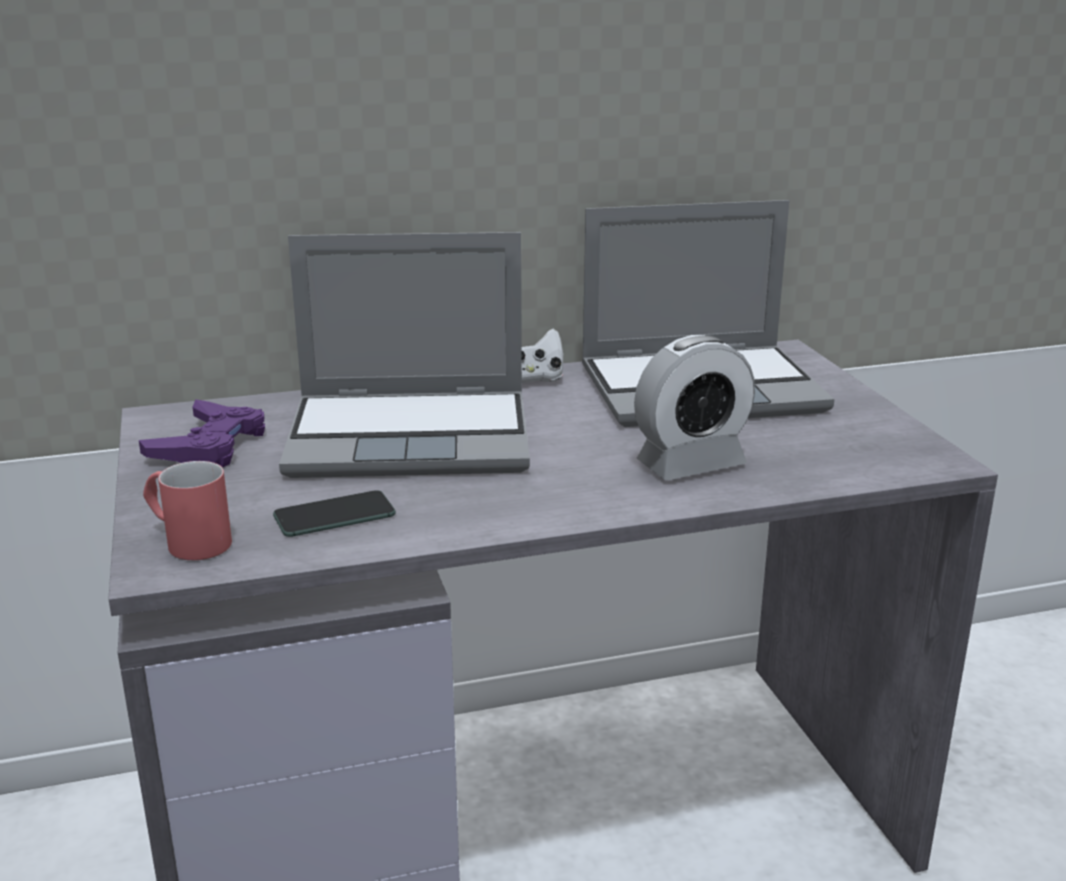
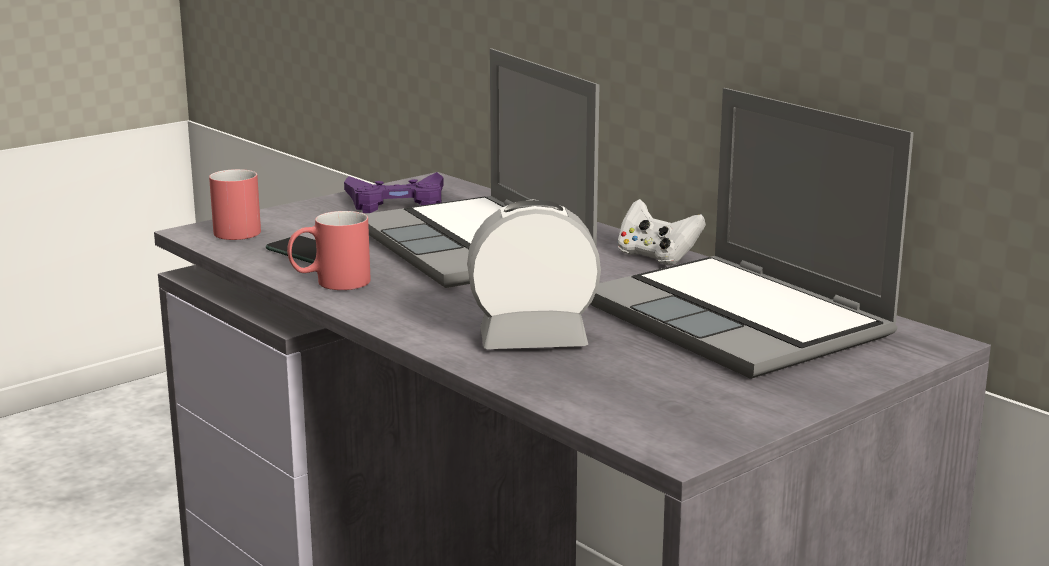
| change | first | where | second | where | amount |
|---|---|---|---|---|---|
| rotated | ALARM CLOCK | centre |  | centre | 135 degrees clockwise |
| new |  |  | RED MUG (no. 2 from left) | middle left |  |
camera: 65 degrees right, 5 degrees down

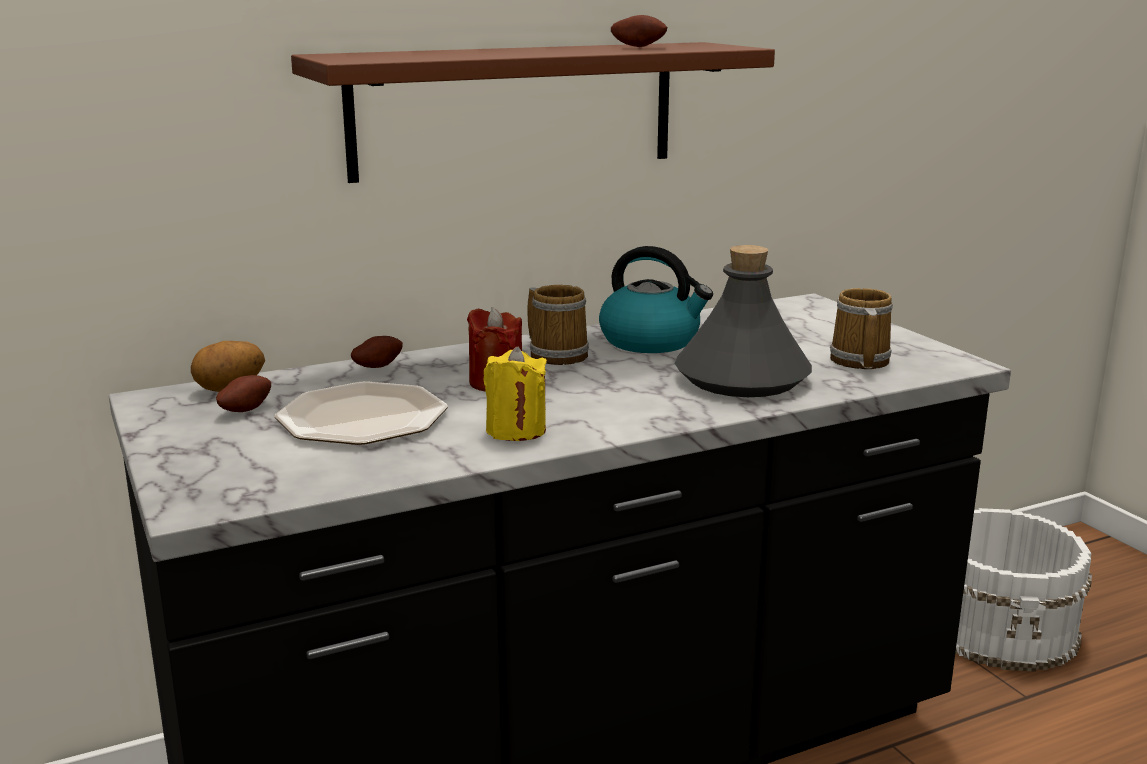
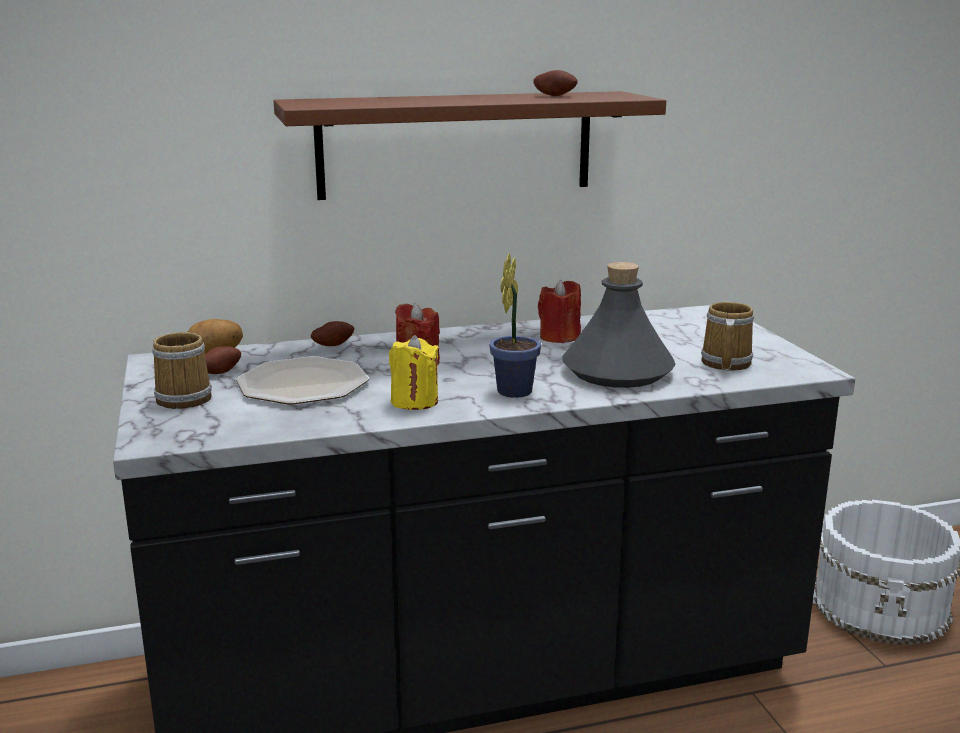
| change | first | where | second | where | amount |
|---|---|---|---|---|---|
| swapped | KETTLE | centre | RED CANDLE (no. 2 from left) | centre |  |
| shifted | MUG (no. 1 from left) | centre |  | middle left |  |
| new |  |  | POTTED PLANT | centre |  |
camera: 10 degrees right, 0 degrees up

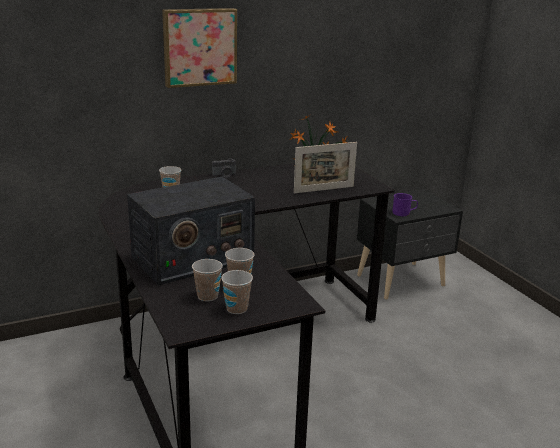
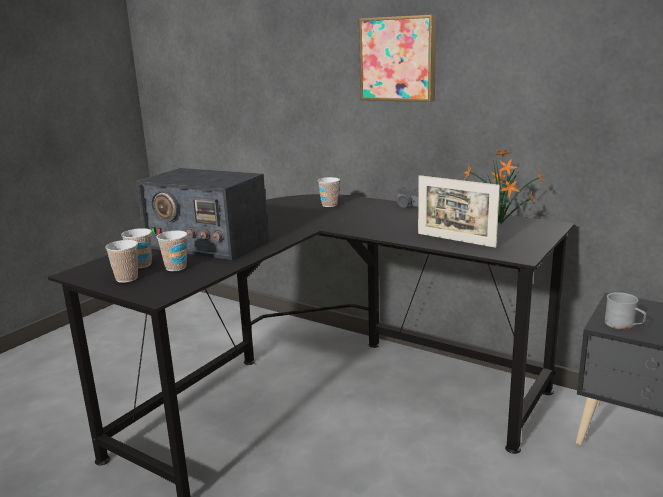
| change | first | where | second | where | amount |
|---|---|---|---|---|---|
| repainted | PURPLE MUG | middle right | GREY MUG | middle right |  |
camera: 60 degrees right, 5 degrees down

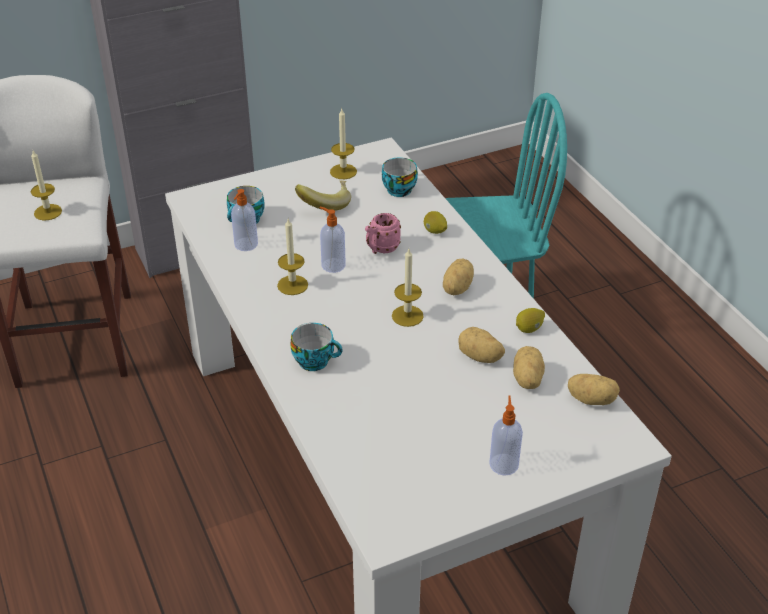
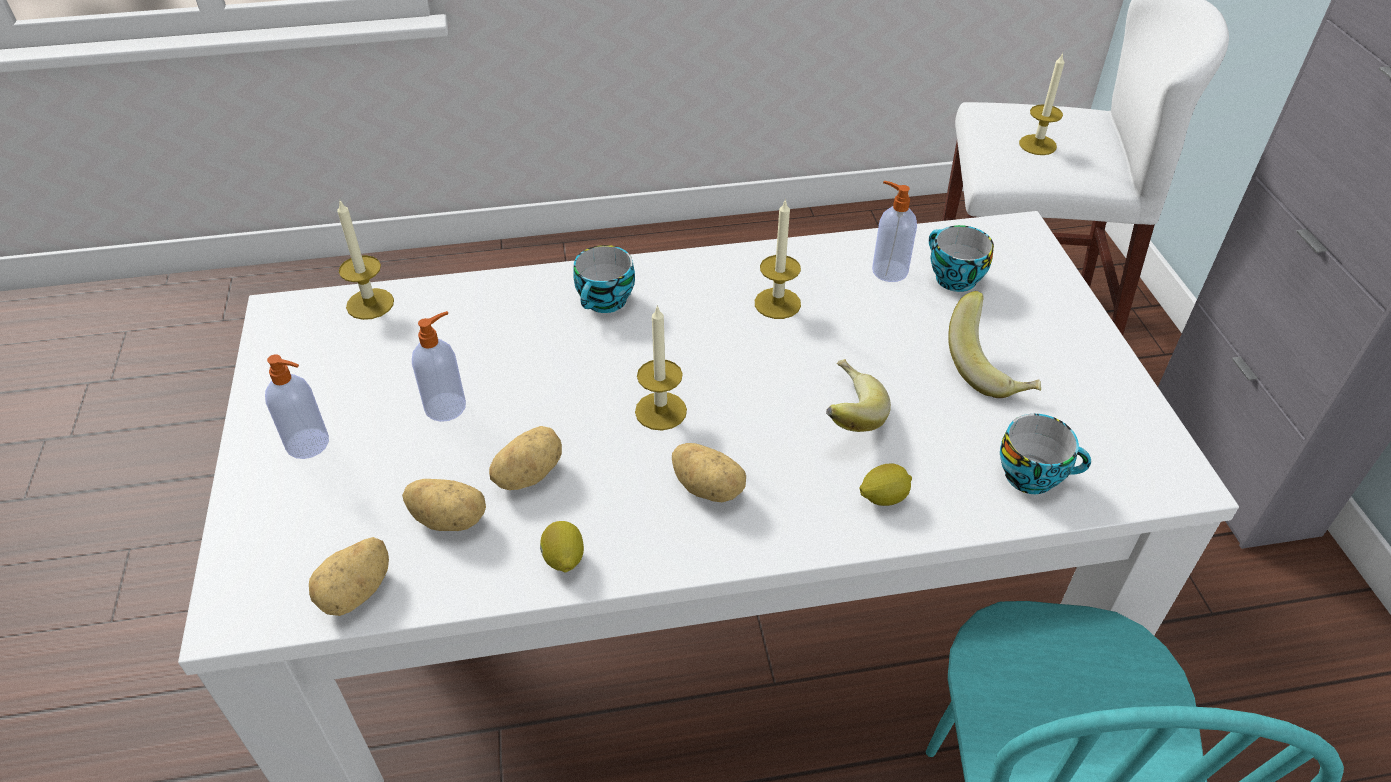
| change | first | where | second | where | amount |
|---|---|---|---|---|---|
| shifted | CANDLE (no. 3 from left in the first image) | top centre | CANDLE (no. 1 from left) | top left |  |
| shifted | SOAP DISPENSER (no. 2 from left) | centre |  | middle left |  |
| swapped | PINK MUG | centre | BANANA (no. 1 from left) | centre |  |
camera: 105 degrees right, 5 degrees up

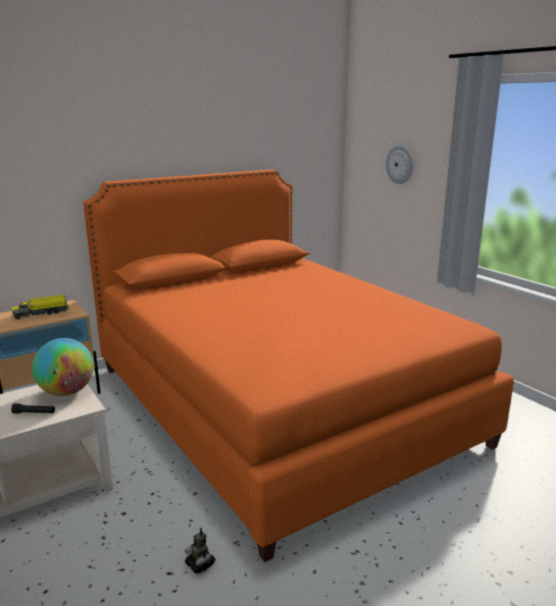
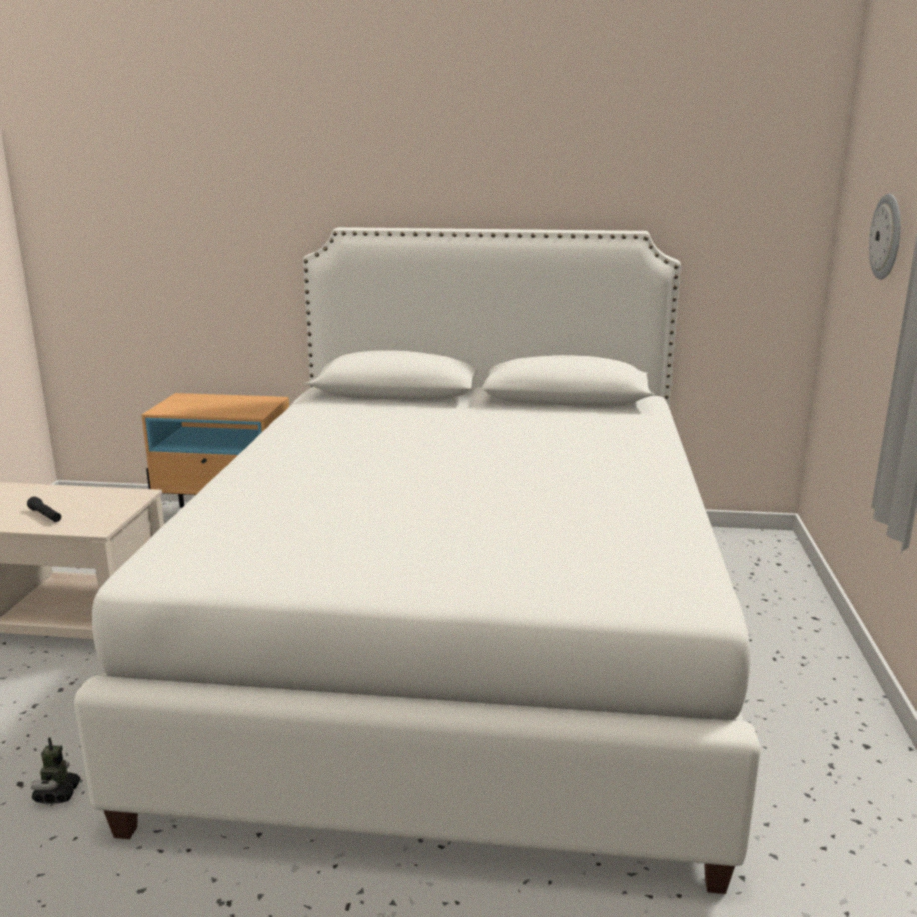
| change | first | where | second | where | amount |
|---|---|---|---|---|---|
| repainted | ORANGE BED | centre | WHITE BED | centre |  |
| gone | TOY TRUCK | middle left |  |  |  |
| gone | GLOBE | middle left |  |  |  |
camera: 40 degrees right, 0 degrees up

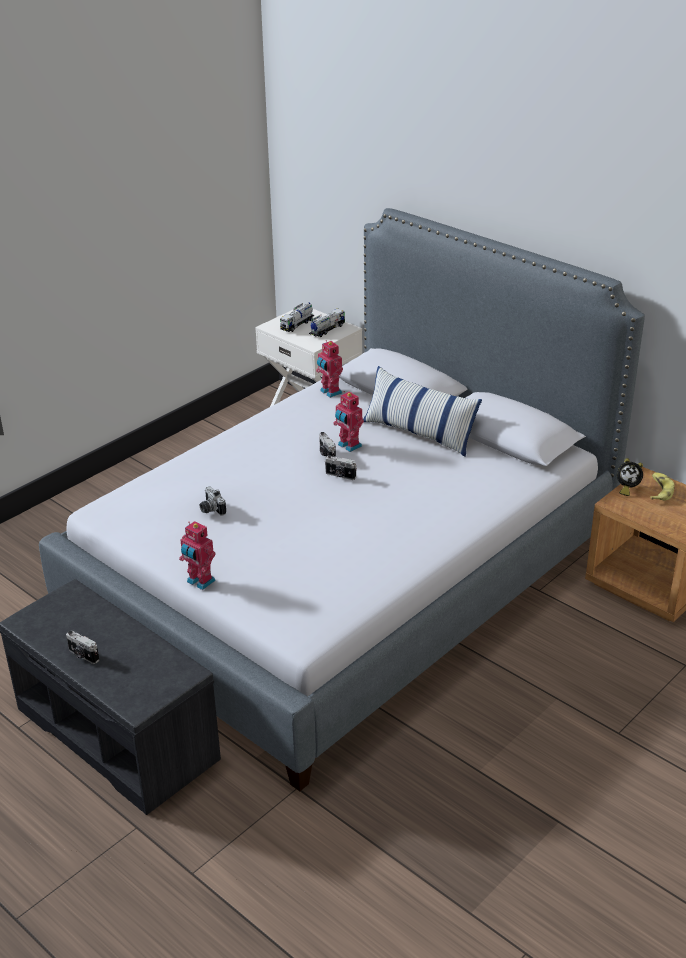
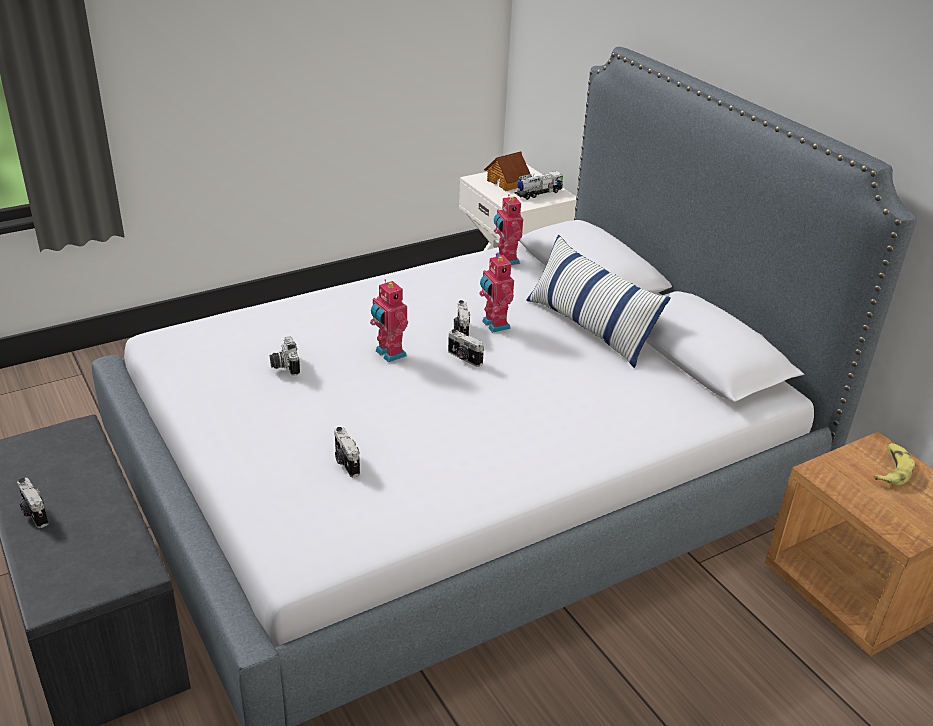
| change | first | where | second | where | amount |
|---|---|---|---|---|---|
| swapped | TOY TRUCK (no. 1 from left) | top centre | TOY HOUSE | top centre |  |
| gone | ALARM CLOCK | middle right |  |  |  |
| shifted | TOY ROBOT (no. 1 from left) | middle left |  | centre |  |
| new |  |  | PHOTO CAMERA (no. 3 from left) | centre |  |
camera: 15 degrees right, 0 degrees up

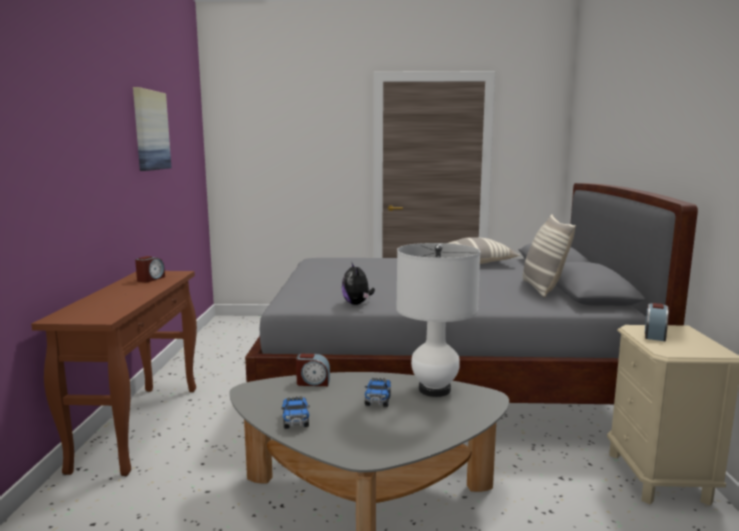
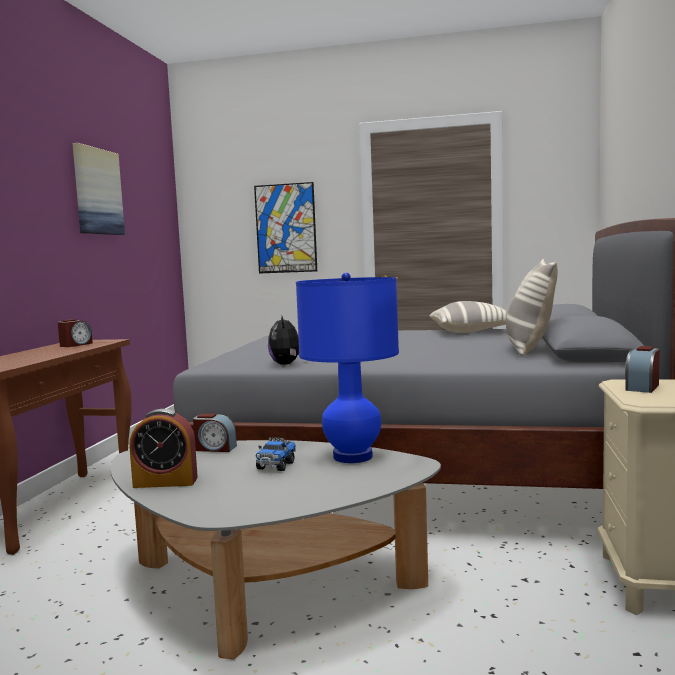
| change | first | where | second | where | amount |
|---|---|---|---|---|---|
| repainted | WHITE TABLE LAMP | centre | BLUE TABLE LAMP | centre |  |
| swapped | TOY TRUCK (no. 1 from left) | bottom centre | ALARM CLOCK (no. 2 from left) | middle left |  |
| new |  |  | PICTURE (no. 2 from left) | centre |  |
camera: 10 degrees right, 5 degrees down

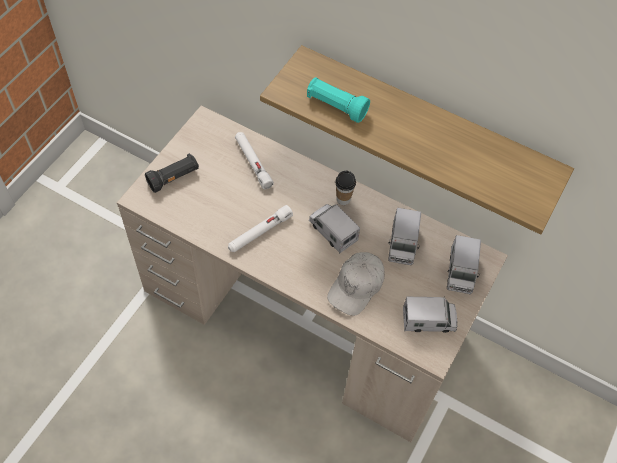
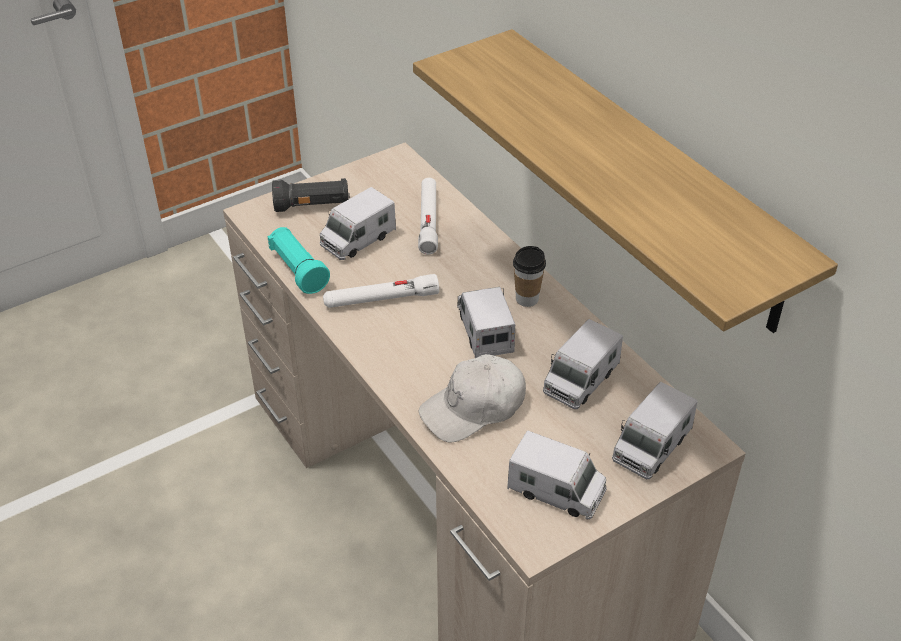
| change | first | where | second | where | amount |
|---|---|---|---|---|---|
| shifted | TURQUOISE FLASHLIGHT | top centre |  | middle left |  |
| new |  |  | TOY TRUCK (no. 1 from left) | centre |  |
camera: 30 degrees right, 15 degrees down

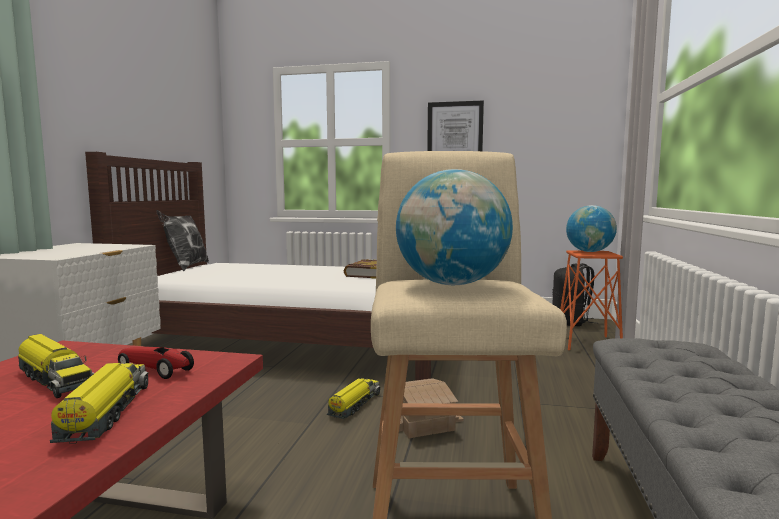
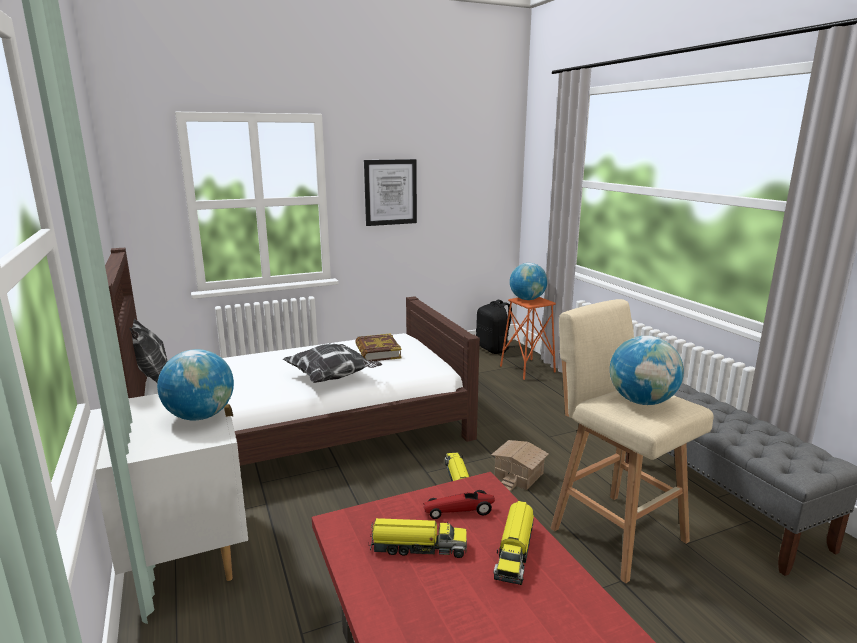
| change | first | where | second | where | amount |
|---|---|---|---|---|---|
| rotated | TOY TRUCK (no. 2 from left in the first image) | bottom left | TOY TRUCK (no. 3 from left) | bottom centre | 120 degrees counterclockwise |
| new |  |  | PILLOW (no. 2 from left) | centre |  |
| new |  |  | GLOBE (no. 1 from left) | middle left |  |
camera: 35 degrees left, 10 degrees up

